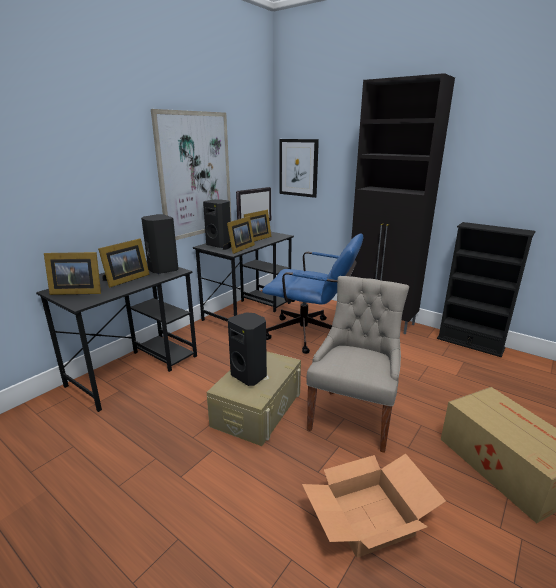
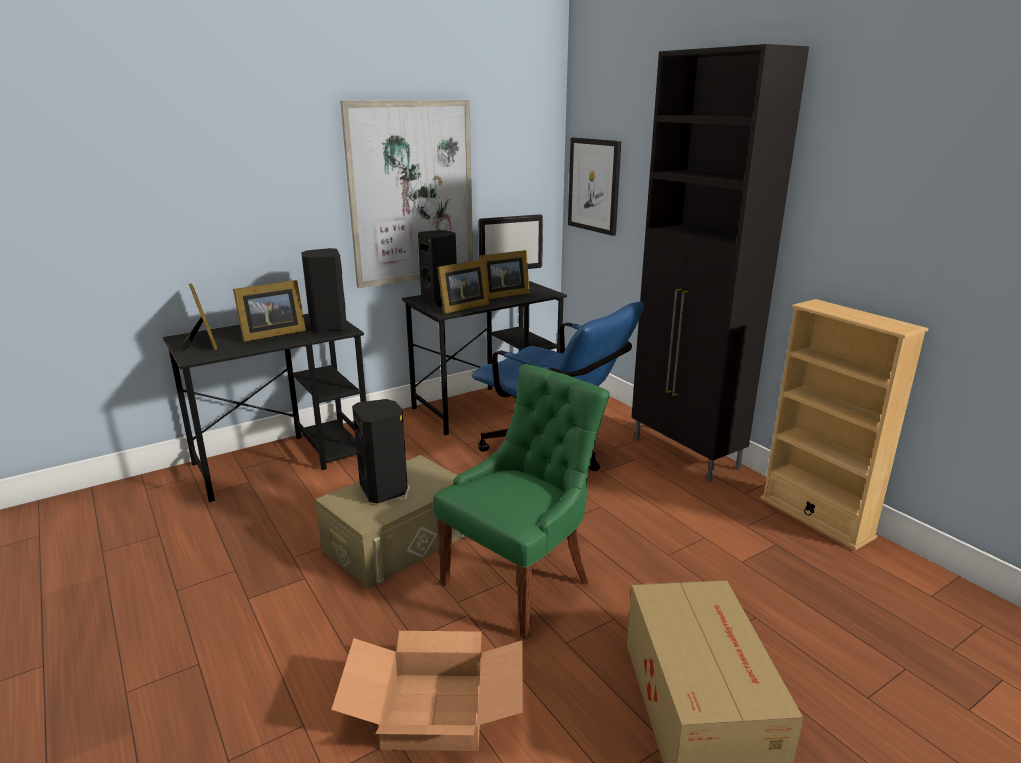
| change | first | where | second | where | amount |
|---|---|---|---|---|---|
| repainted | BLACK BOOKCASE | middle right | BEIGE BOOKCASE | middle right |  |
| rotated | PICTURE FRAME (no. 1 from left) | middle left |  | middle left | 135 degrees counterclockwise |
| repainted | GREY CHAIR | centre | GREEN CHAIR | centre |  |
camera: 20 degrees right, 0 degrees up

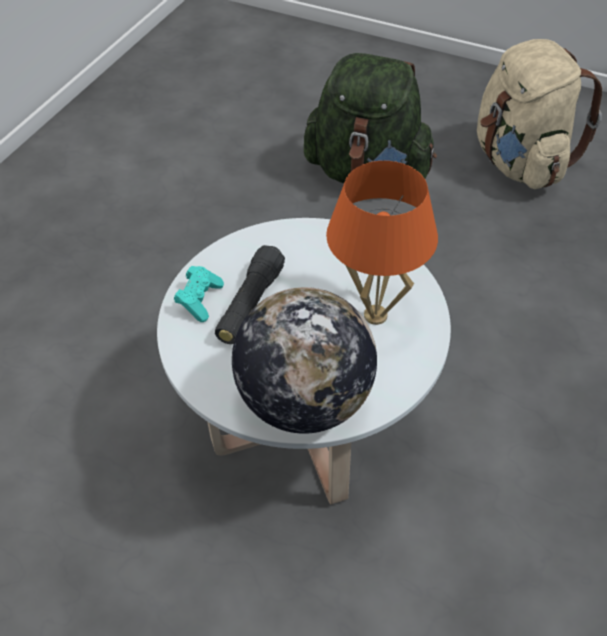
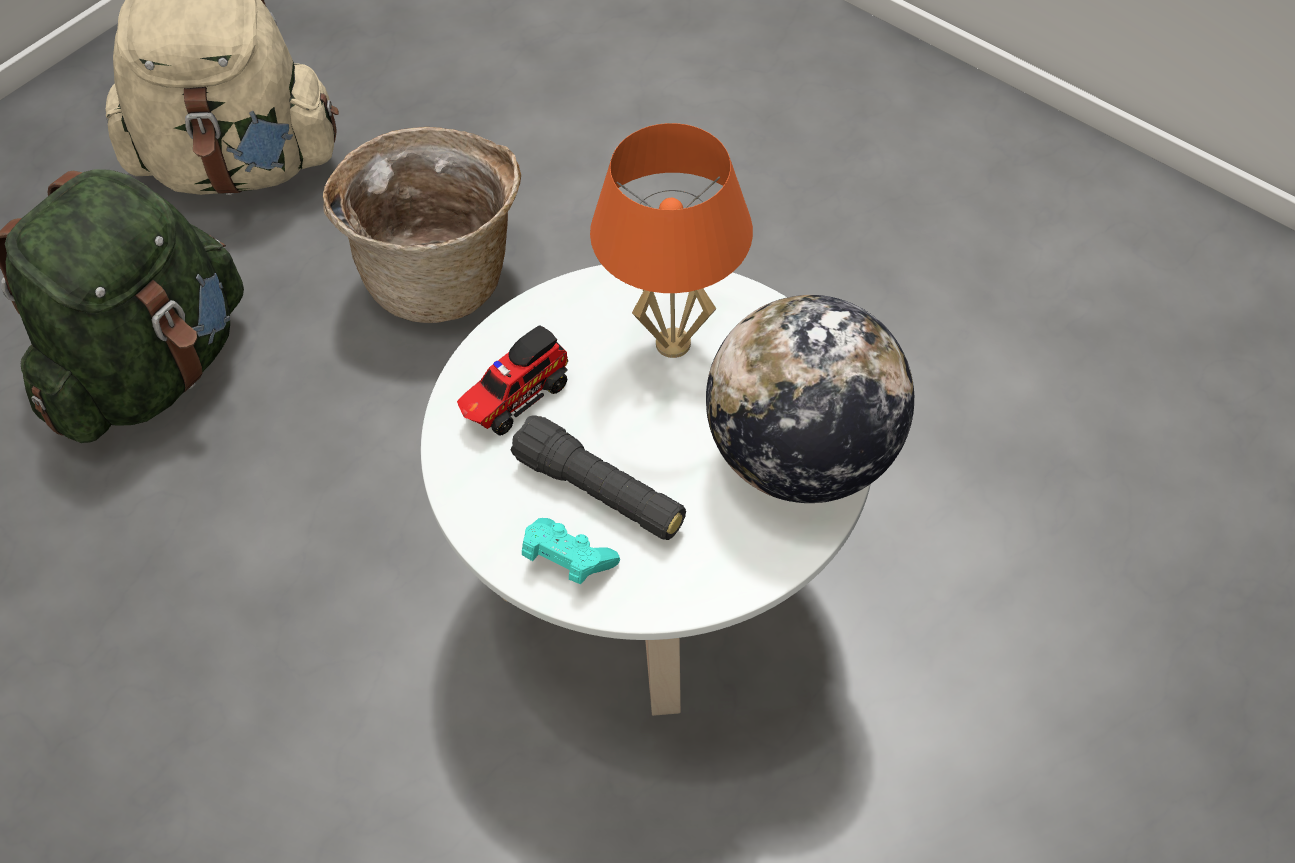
| change | first | where | second | where | amount |
|---|---|---|---|---|---|
| new |  |  | BASKET | top left |  |
| new |  |  | TOY TRUCK | centre |  |
camera: 75 degrees left, 5 degrees up

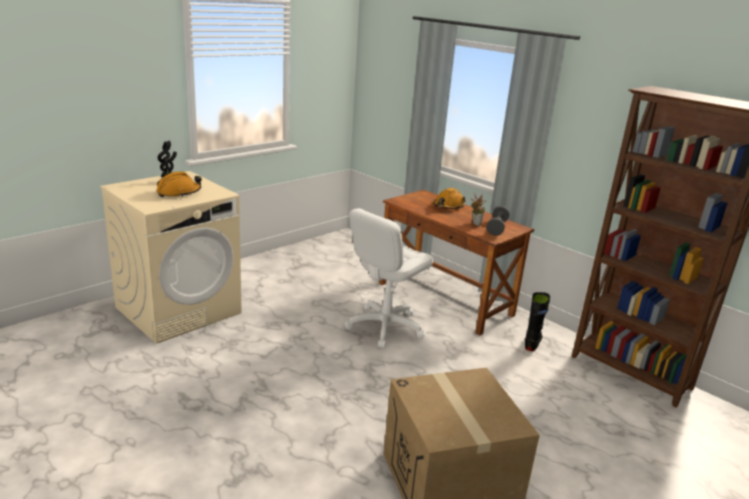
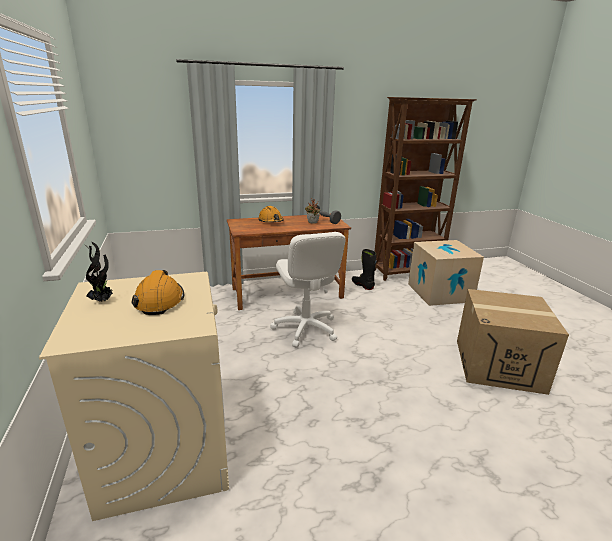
| change | first | where | second | where | amount |
|---|---|---|---|---|---|
| new |  |  | CARDBOARD BOX (no. 1 from left) | middle right |  |
camera: 60 degrees left, 0 degrees up

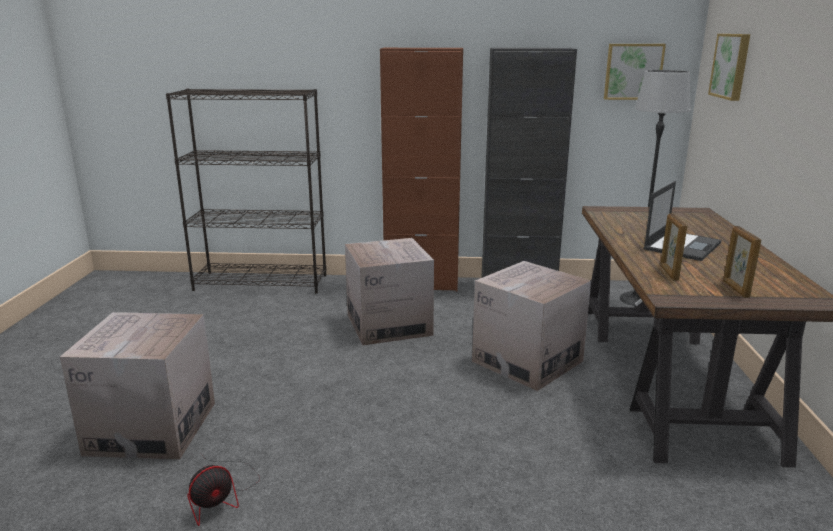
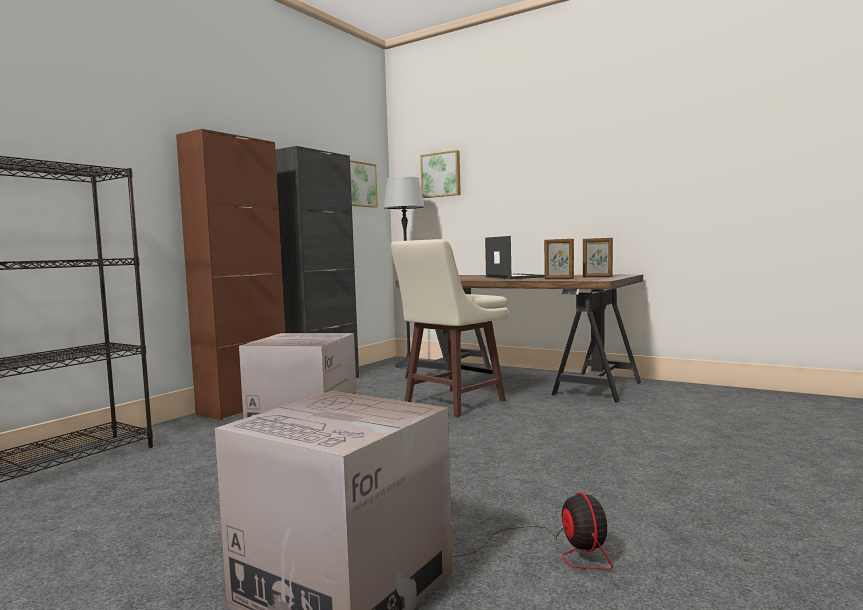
| change | first | where | second | where | amount |
|---|---|---|---|---|---|
| swapped | CARDBOARD BOX (no. 3 from left) | centre | BEIGE STOOL | centre |  |
camera: 60 degrees left, 15 degrees down

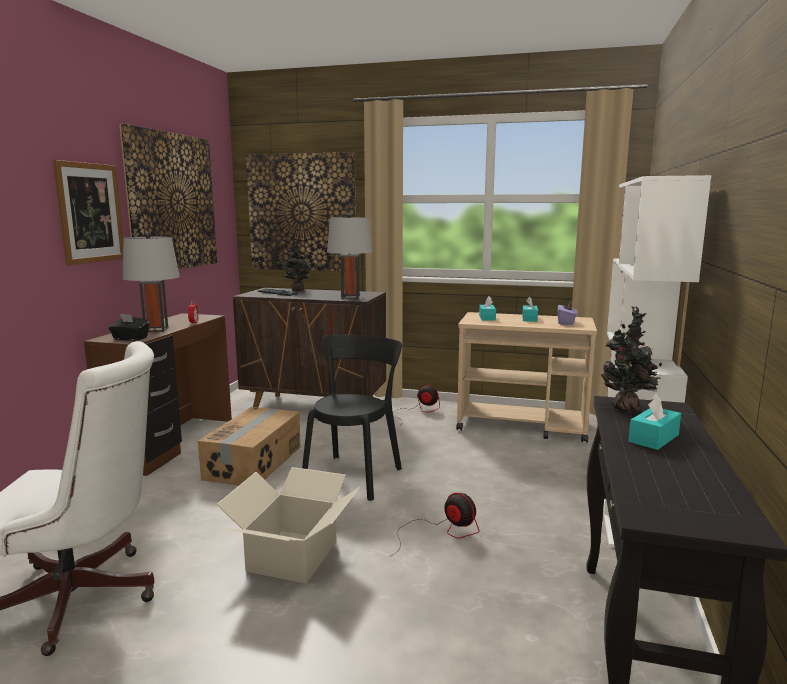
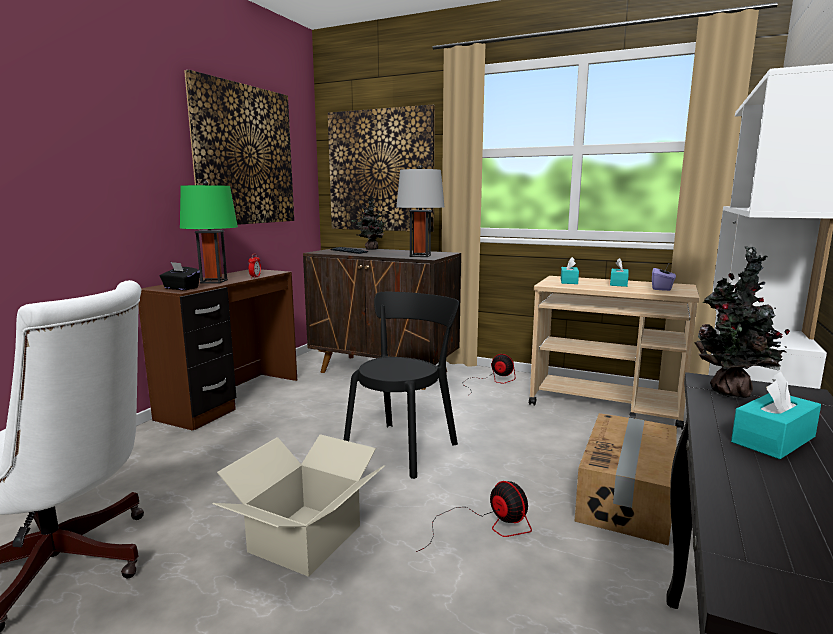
| change | first | where | second | where | amount |
|---|---|---|---|---|---|
| gone | PICTURE (no. 1 from left) | top left |  |  |  |
| repainted | GREY TABLE LAMP (no. 1 from left) | middle left | GREEN TABLE LAMP | middle left |  |
| shifted | CARDBOARD BOX (no. 1 from left in the first image) | middle left | CARDBOARD BOX (no. 2 from left) | bottom right |  |
camera: 10 degrees right, 0 degrees up

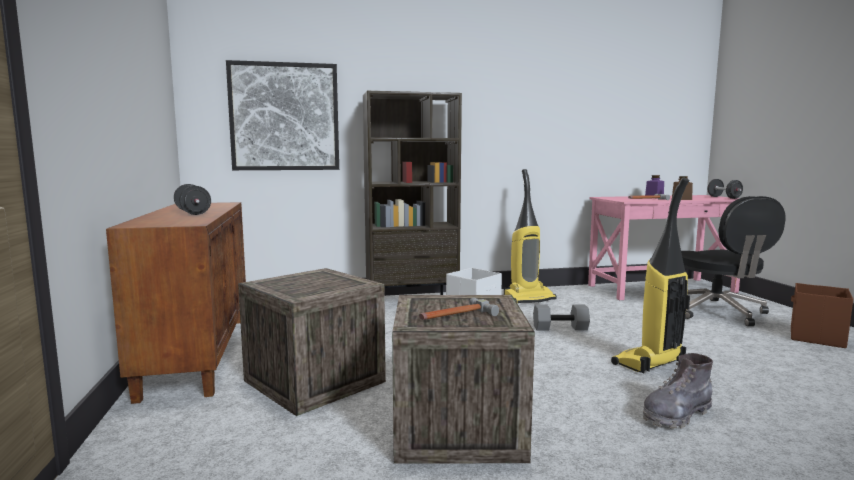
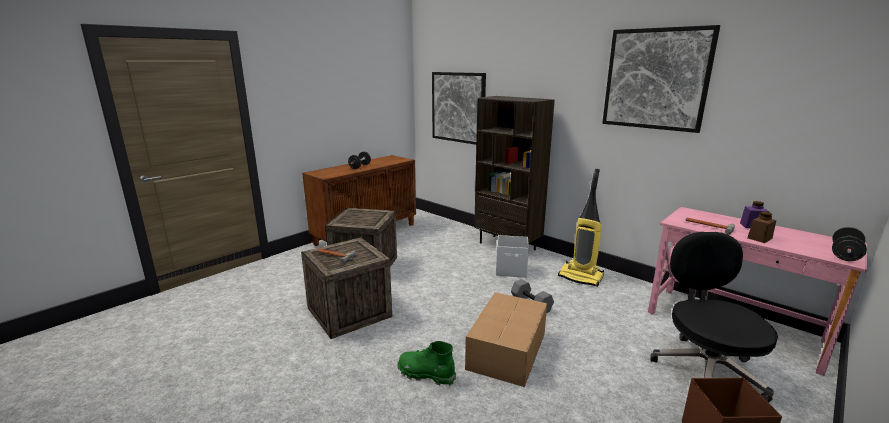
| change | first | where | second | where | amount |
|---|---|---|---|---|---|
| swapped | VACUUM CLEANER (no. 2 from left) | middle right | CARDBOARD BOX | bottom centre |  |
| rotated | BLACK OFFICE CHAIR | middle right |  | bottom right | 135 degrees clockwise |
| repainted | GREY BOOT | bottom right | GREEN BOOT | bottom centre |  |
| new |  |  | PICTURE (no. 2 from left) | top right |  |
camera: 55 degrees right, 10 degrees up

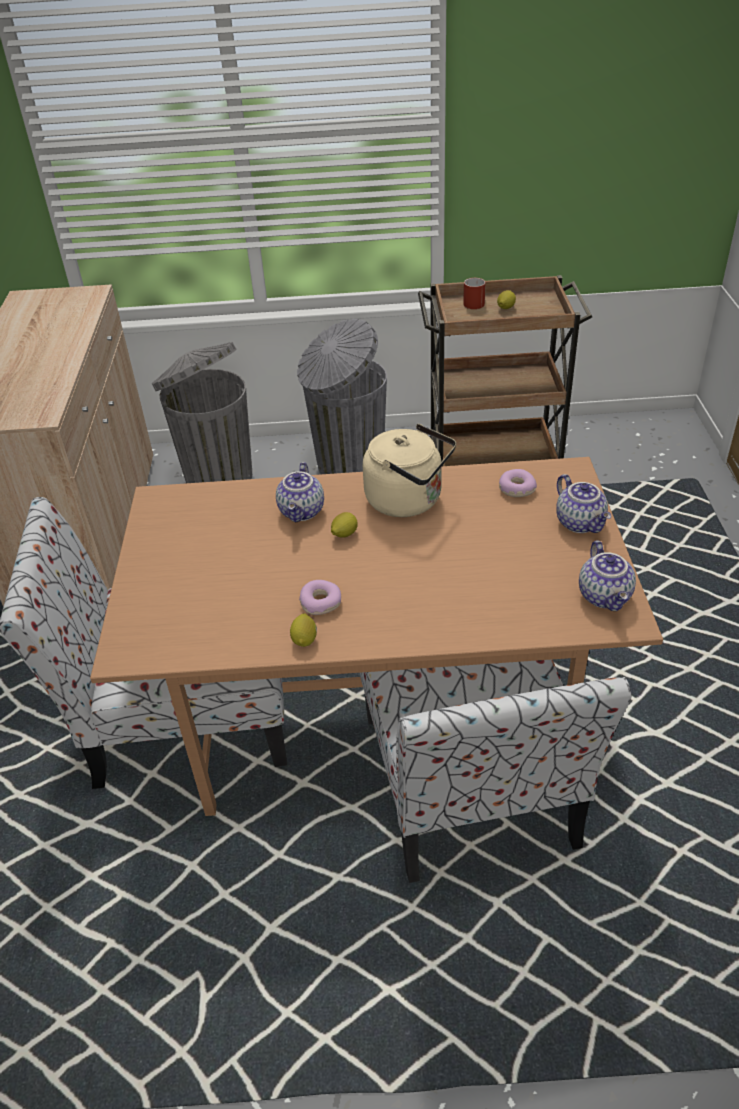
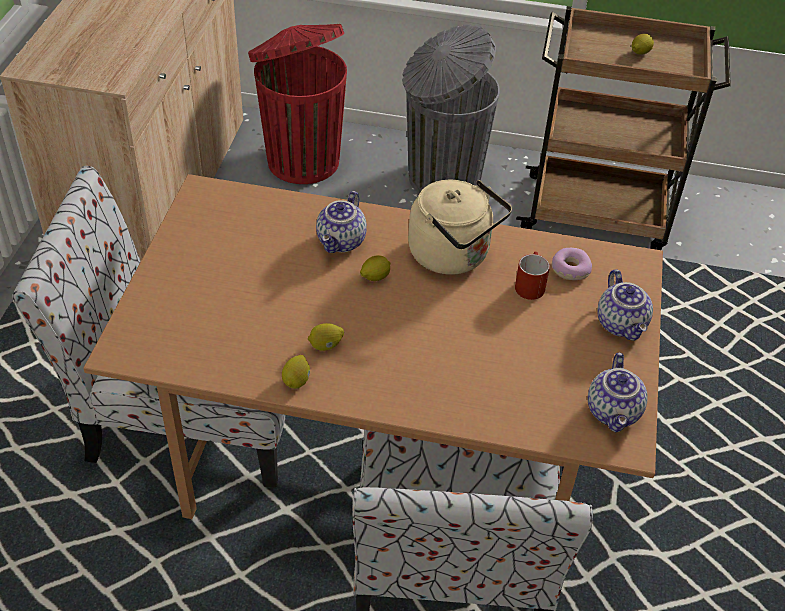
| change | first | where | second | where | amount |
|---|---|---|---|---|---|
| shifted | RED MUG | top centre |  | middle right |  |
| repainted | GREY TRASH CAN (no. 1 from left) | middle left | RED TRASH CAN | top centre |  |
| swapped | DONUT (no. 1 from left) | centre | LEMON (no. 2 from left) | centre |  |
camera: 10 degrees right, 5 degrees up

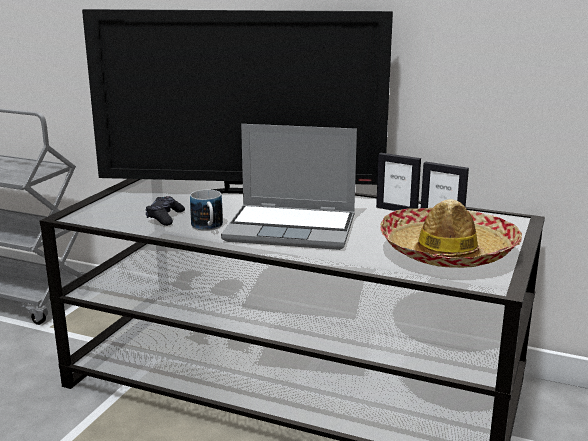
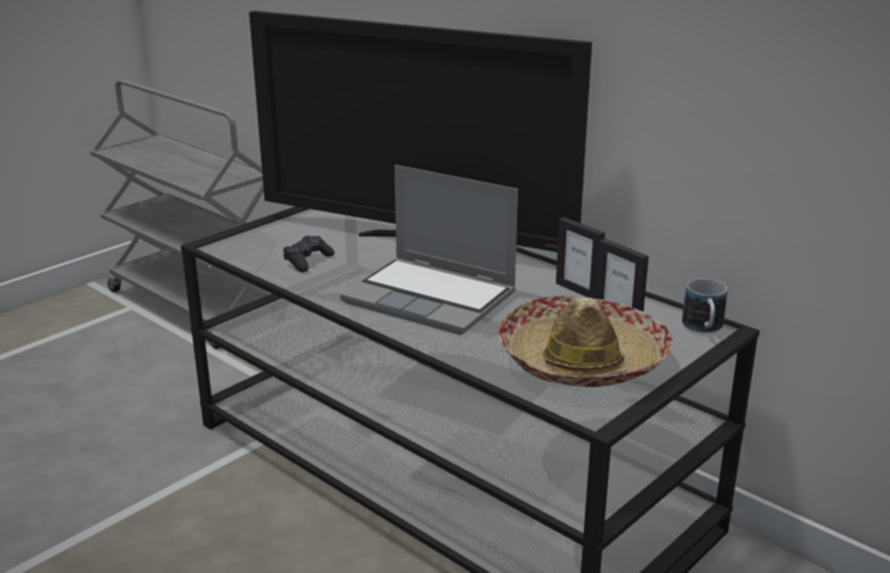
| change | first | where | second | where | amount |
|---|---|---|---|---|---|
| shifted | MUG | centre |  | middle right |  |
camera: 20 degrees right, 5 degrees up

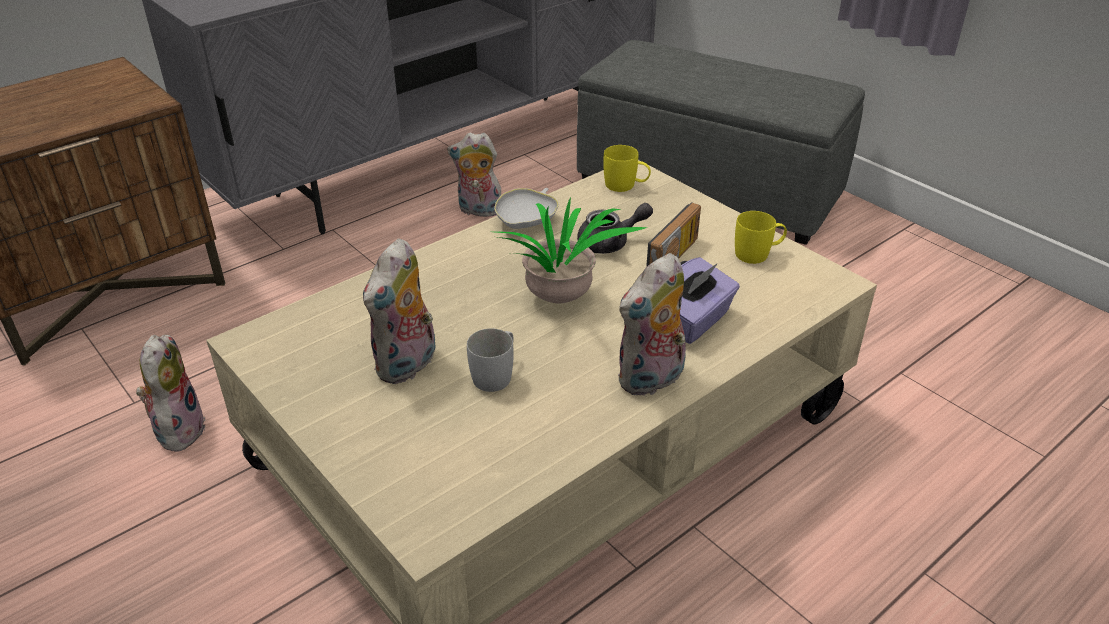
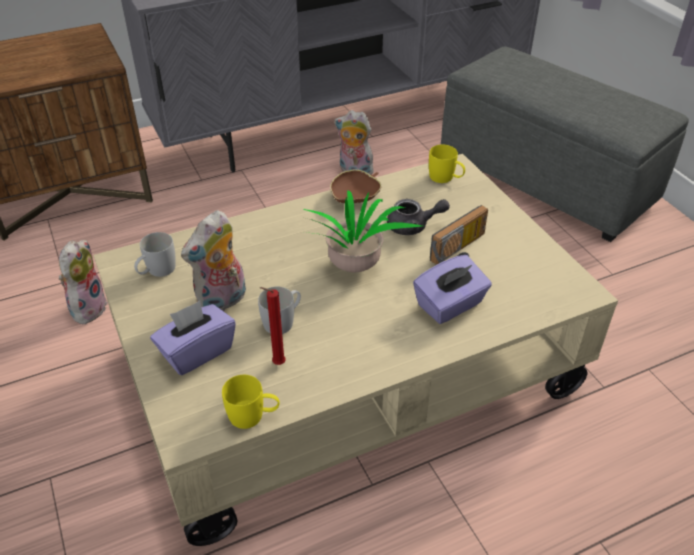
| change | first | where | second | where | amount |
|---|---|---|---|---|---|
| repainted | WHITE BOWL | centre | BROWN BOWL | centre |  |
| shifted | YELLOW MUG (no. 2 from left in the first image) | middle right | YELLOW MUG (no. 1 from left) | bottom centre |  |
| gone | PLUSH TOY (no. 4 from left) | centre |  |  |  |
| new |  |  | WHITE MUG (no. 1 from left) | middle left |  |
| new |  |  | RED CANDLE | centre |  |
| new |  |  | PURPLE TISSUE BOX (no. 1 from left) | middle left |  |
camera: 15 degrees right, 5 degrees up

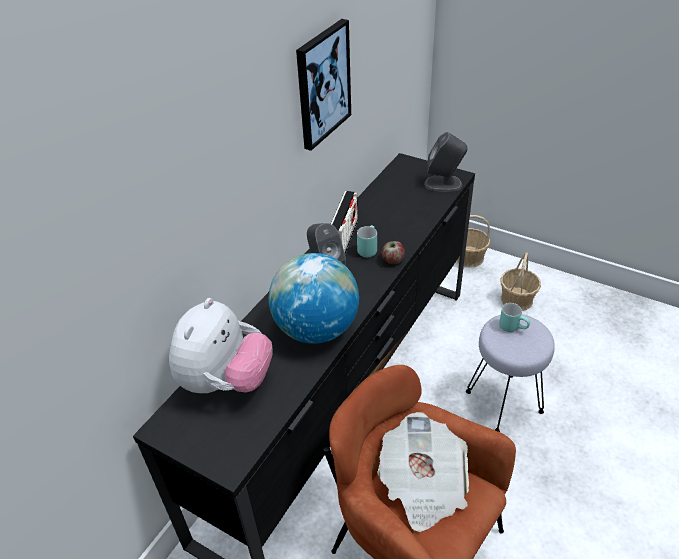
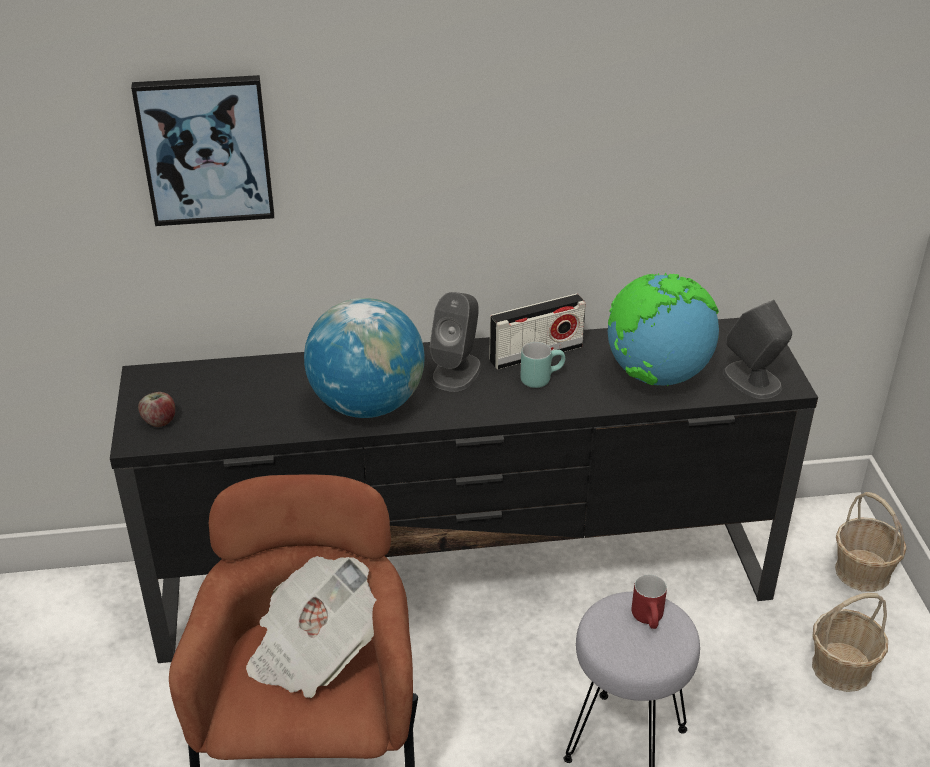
| change | first | where | second | where | amount |
|---|---|---|---|---|---|
| shifted | PICTURE | top centre |  | top left |  |
| shifted | APPLE | centre |  | middle left |  |
| gone | PLUSH TOY | middle left |  |  |  |
| repainted | TURQUOISE MUG (no. 2 from left) | middle right | RED MUG | bottom right |  |
| new |  |  | GLOBE (no. 2 from left) | middle right |  |
camera: 50 degrees right, 5 degrees down

